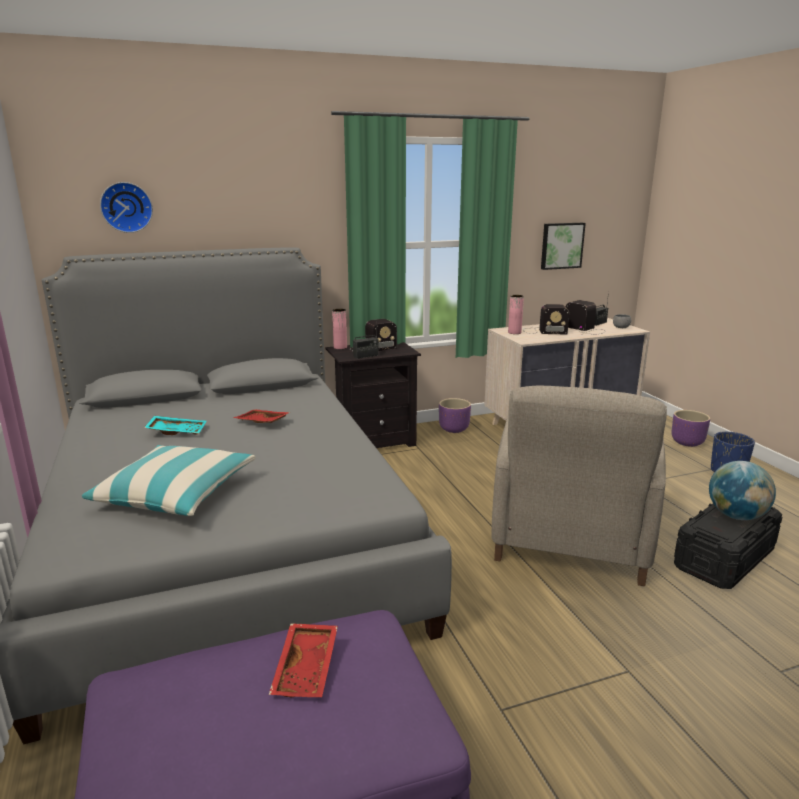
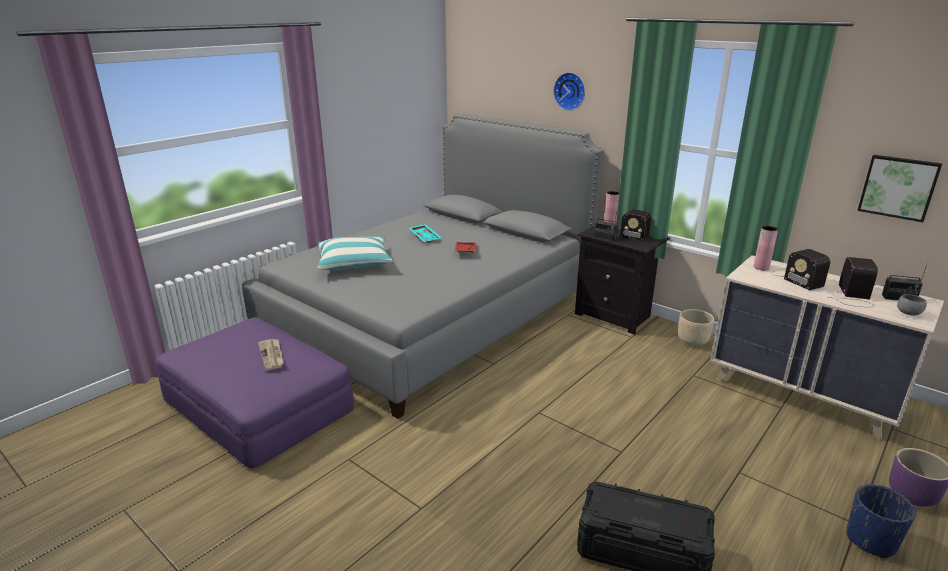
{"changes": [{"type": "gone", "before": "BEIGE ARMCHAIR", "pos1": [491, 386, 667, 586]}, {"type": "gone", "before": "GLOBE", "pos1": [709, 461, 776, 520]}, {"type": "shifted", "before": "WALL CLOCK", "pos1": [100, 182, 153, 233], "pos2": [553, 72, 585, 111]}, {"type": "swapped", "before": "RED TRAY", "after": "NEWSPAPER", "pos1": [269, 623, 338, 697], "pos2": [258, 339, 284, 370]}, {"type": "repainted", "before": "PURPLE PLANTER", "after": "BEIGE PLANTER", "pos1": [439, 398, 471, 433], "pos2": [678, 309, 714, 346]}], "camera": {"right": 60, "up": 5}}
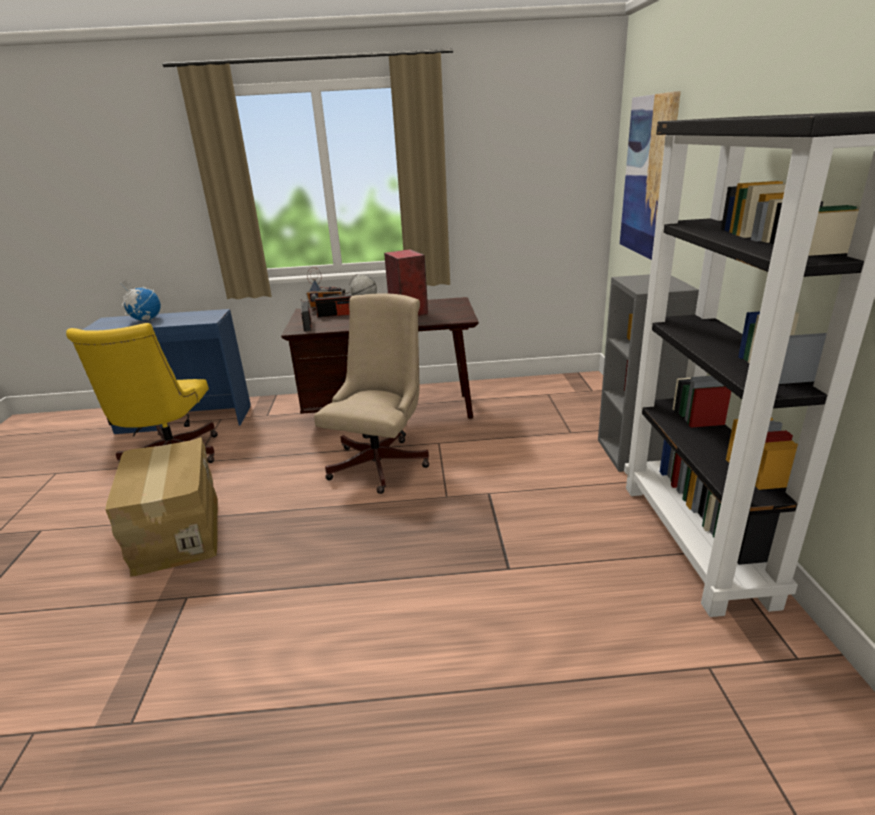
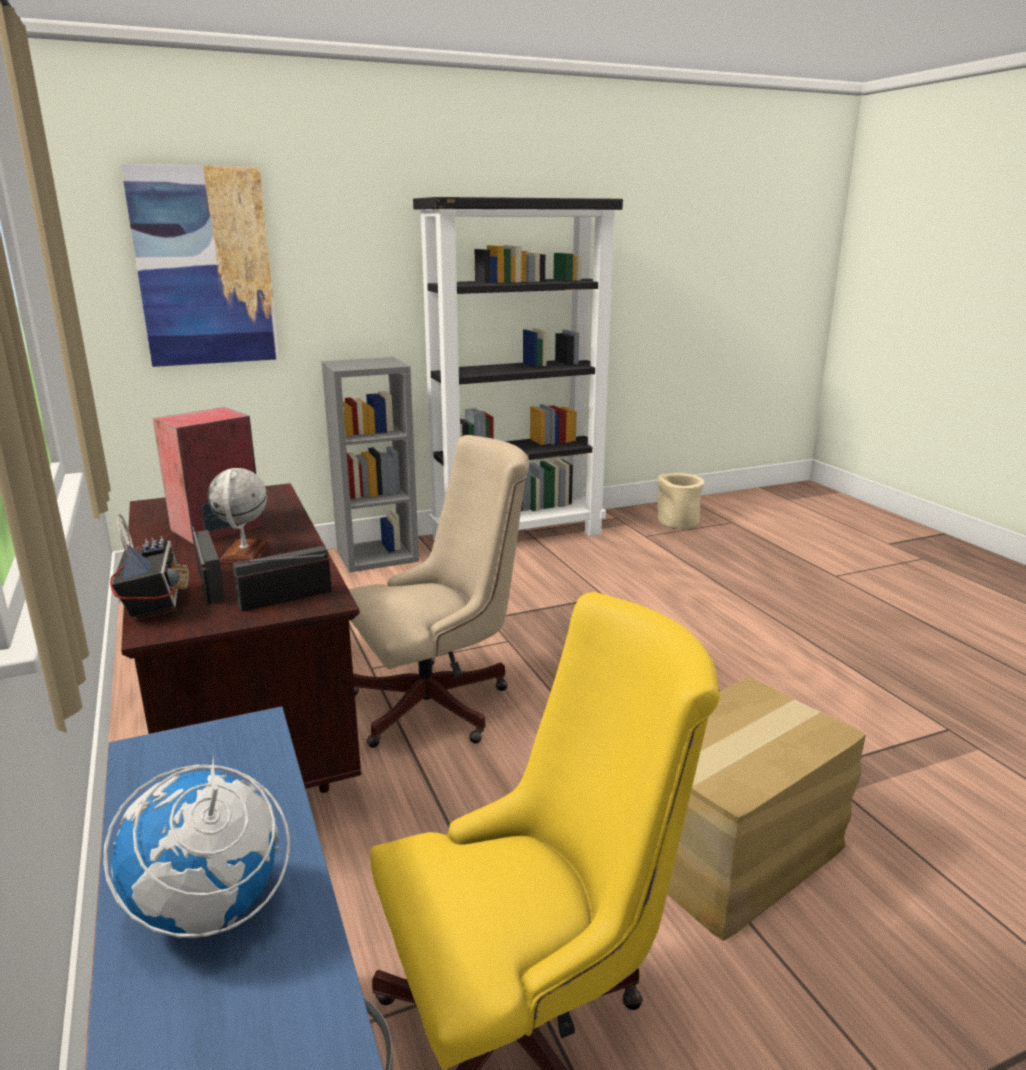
{"changes": [{"type": "new", "after": "BEIGE PLANTER", "pos2": [657, 473, 704, 530]}, {"type": "rotated", "before": "BEIGE OFFICE CHAIR", "pos1": [314, 294, 430, 494], "pos2": [349, 435, 529, 748], "turn": 150}], "camera": {"right": -110, "up": -5}}
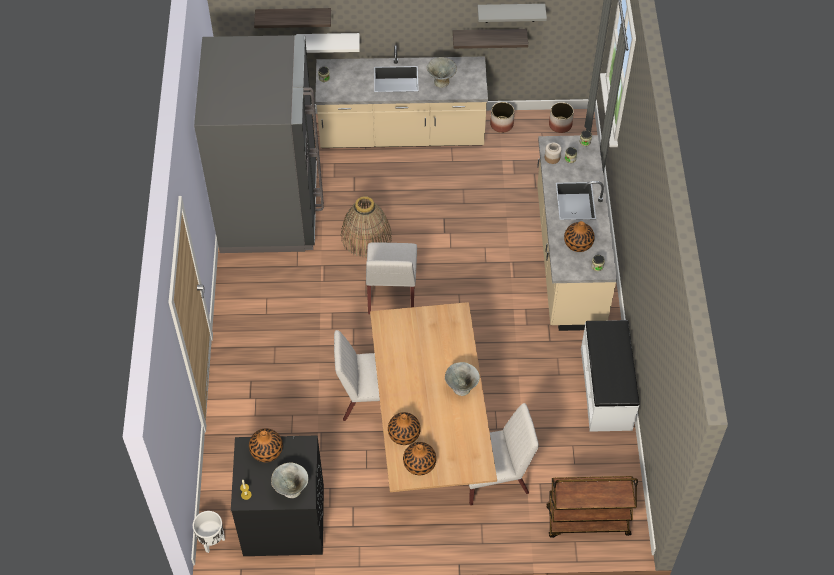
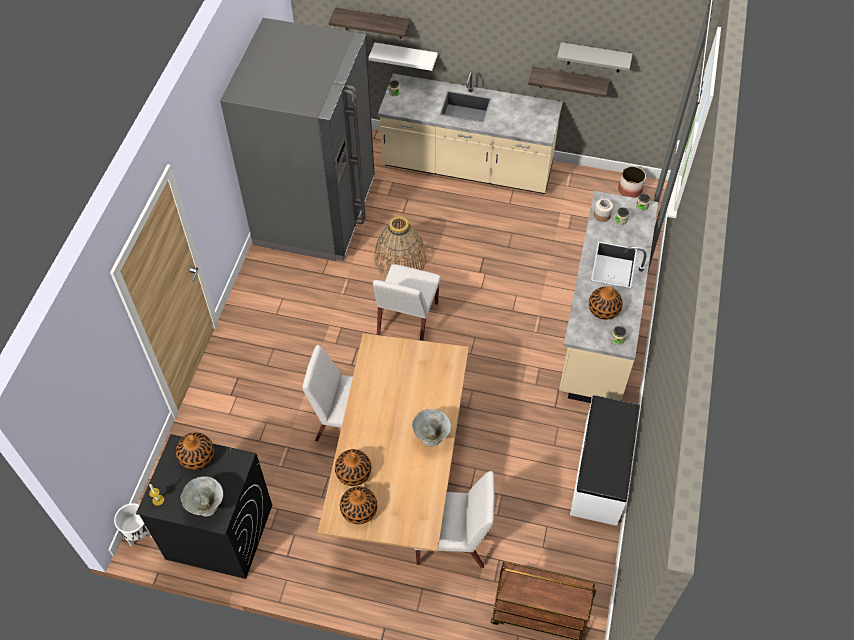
{"changes": [{"type": "gone", "before": "GREY BOWL", "pos1": [427, 57, 457, 88]}, {"type": "gone", "before": "PLANTER", "pos1": [490, 102, 515, 133]}], "camera": {"right": 15, "up": 0}}
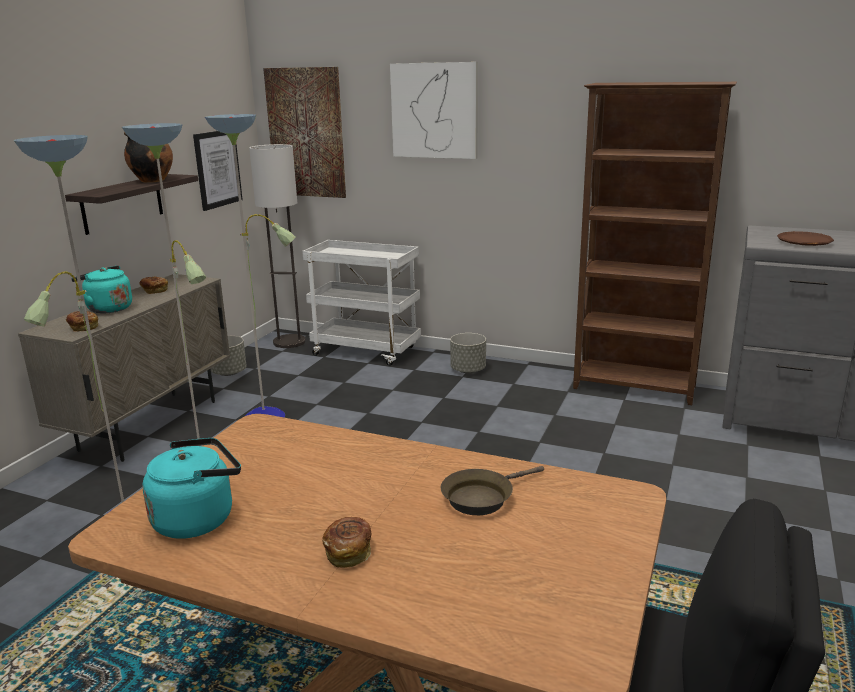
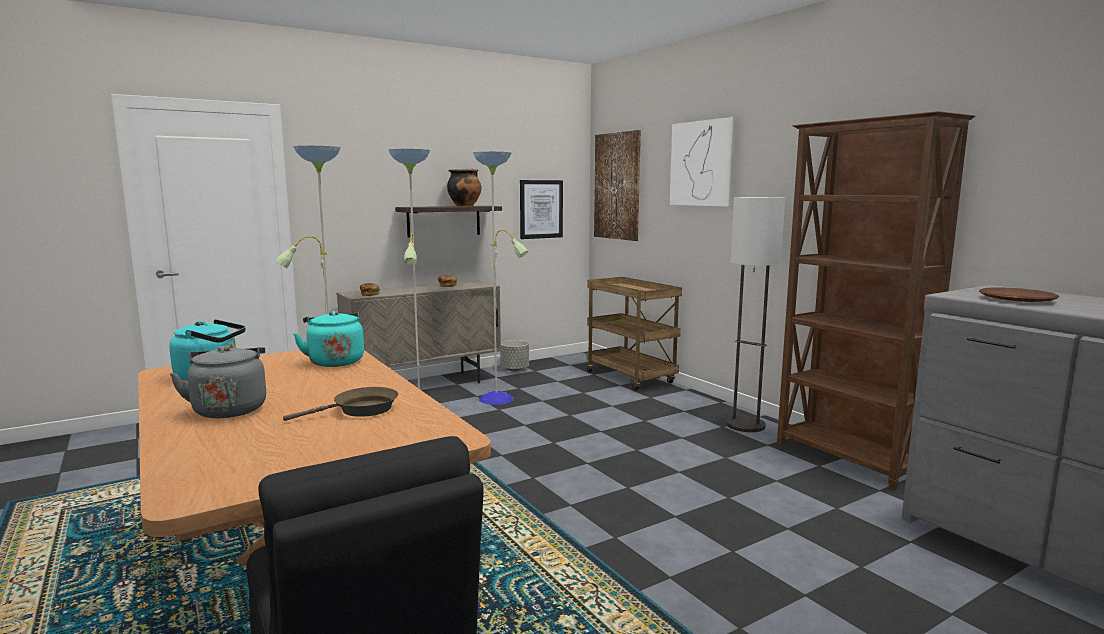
{"changes": [{"type": "gone", "before": "GREY PLANTER", "pos1": [450, 333, 486, 373]}, {"type": "shifted", "before": "TURQUOISE KETTLE", "pos1": [71, 266, 132, 313], "pos2": [293, 311, 364, 367]}, {"type": "shifted", "before": "FLOOR LAMP", "pos1": [249, 144, 306, 348], "pos2": [726, 197, 785, 432]}, {"type": "swapped", "before": "BREAD", "after": "GREY KETTLE", "pos1": [322, 517, 371, 568], "pos2": [170, 345, 266, 418]}, {"type": "repainted", "before": "WHITE CART", "after": "BROWN CART", "pos1": [302, 240, 421, 366], "pos2": [587, 277, 682, 391]}, {"type": "rotated", "before": "BROWN FRYING PAN", "pos1": [441, 466, 544, 515], "pos2": [283, 387, 399, 421], "turn": 150}], "camera": {"right": 35, "up": -10}}
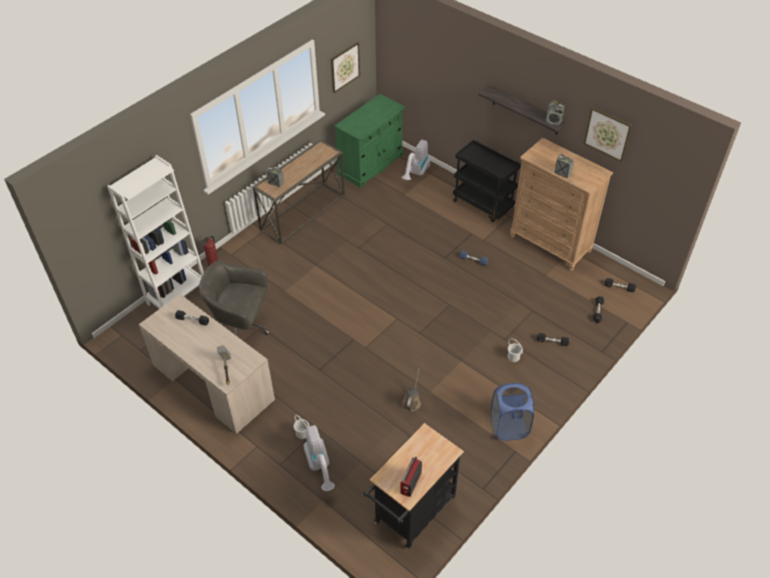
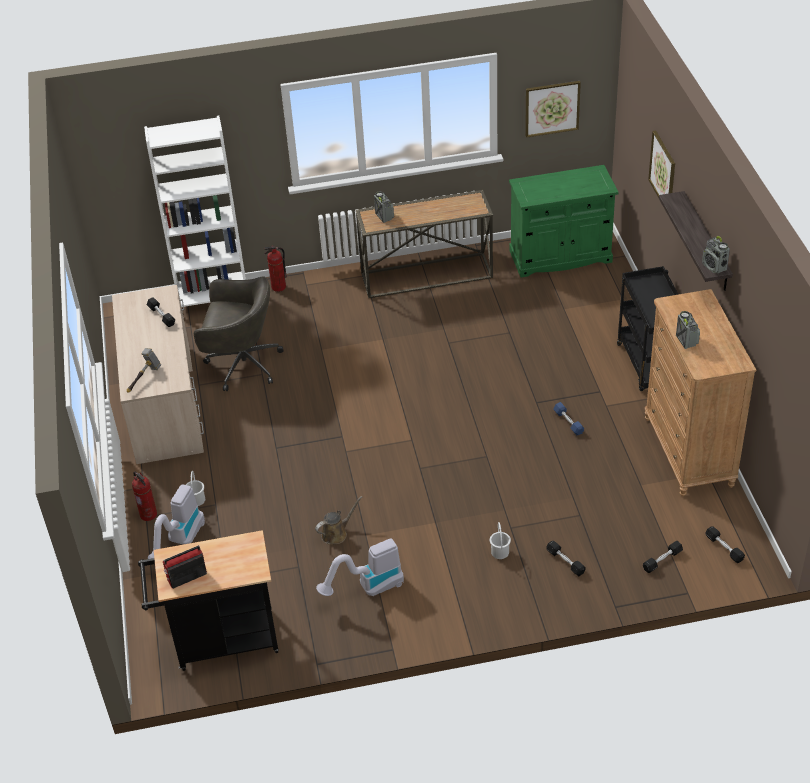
{"changes": [{"type": "gone", "before": "BLUE LAUNDRY BASKET", "pos1": [491, 383, 534, 441]}, {"type": "new", "after": "FIRE EXTINGUISHER", "pos2": [132, 472, 157, 521]}, {"type": "shifted", "before": "VACUUM CLEANER", "pos1": [401, 140, 430, 180], "pos2": [316, 538, 404, 596]}, {"type": "shifted", "before": "PICTURE", "pos1": [583, 107, 632, 162], "pos2": [648, 130, 675, 198]}, {"type": "rotated", "before": "GREY OFFICE CHAIR", "pos1": [199, 261, 270, 337], "pos2": [193, 277, 284, 391], "turn": 135}], "camera": {"right": 40, "up": -5}}
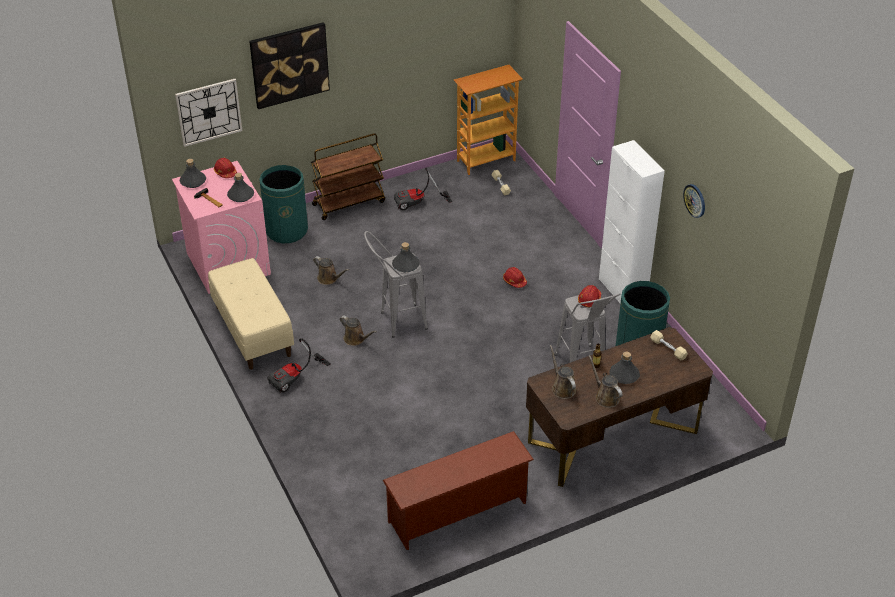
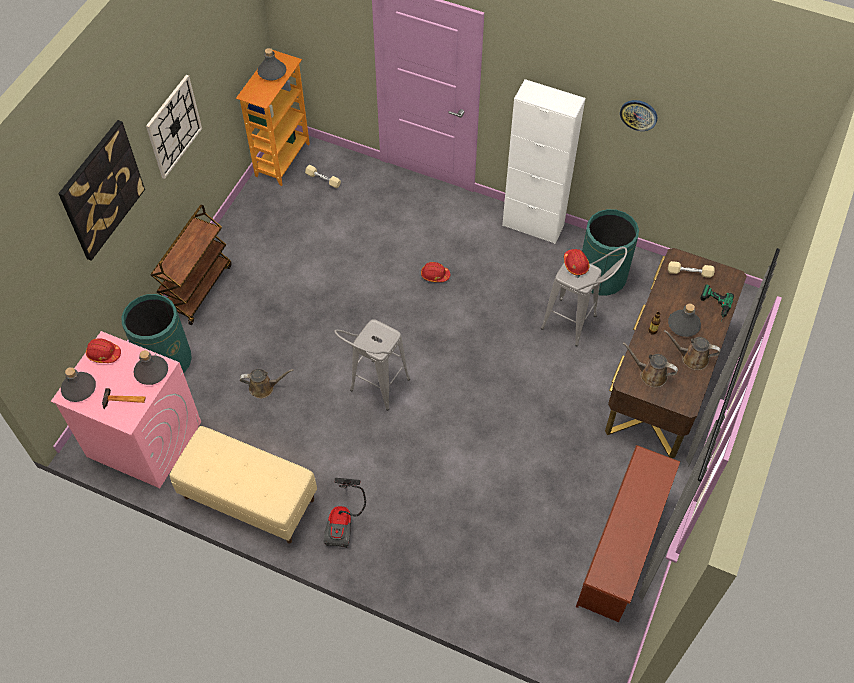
{"changes": [{"type": "gone", "before": "BROWN WATERING CAN", "pos1": [340, 316, 377, 346]}, {"type": "gone", "before": "VACUUM CLEANER", "pos1": [394, 168, 452, 210]}, {"type": "new", "after": "POWER DRILL", "pos2": [700, 285, 734, 322]}, {"type": "shifted", "before": "WALL CLOCK", "pos1": [175, 79, 242, 147], "pos2": [146, 75, 202, 179]}, {"type": "shifted", "before": "GREY BOTTLE", "pos1": [392, 242, 420, 272], "pos2": [257, 48, 286, 81]}], "camera": {"right": -40, "up": 15}}
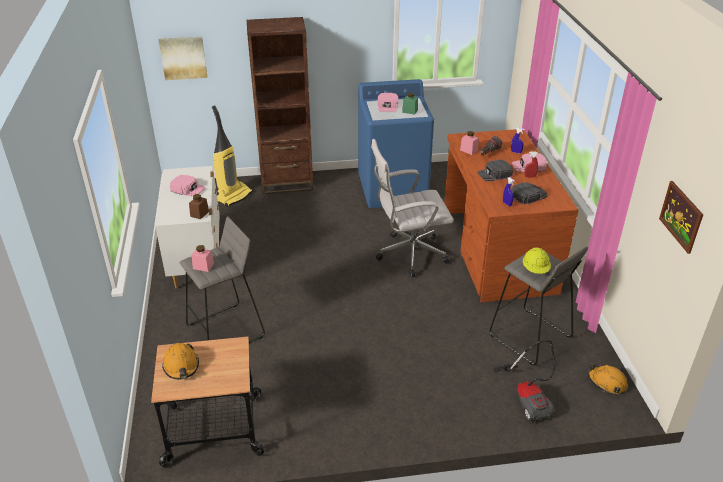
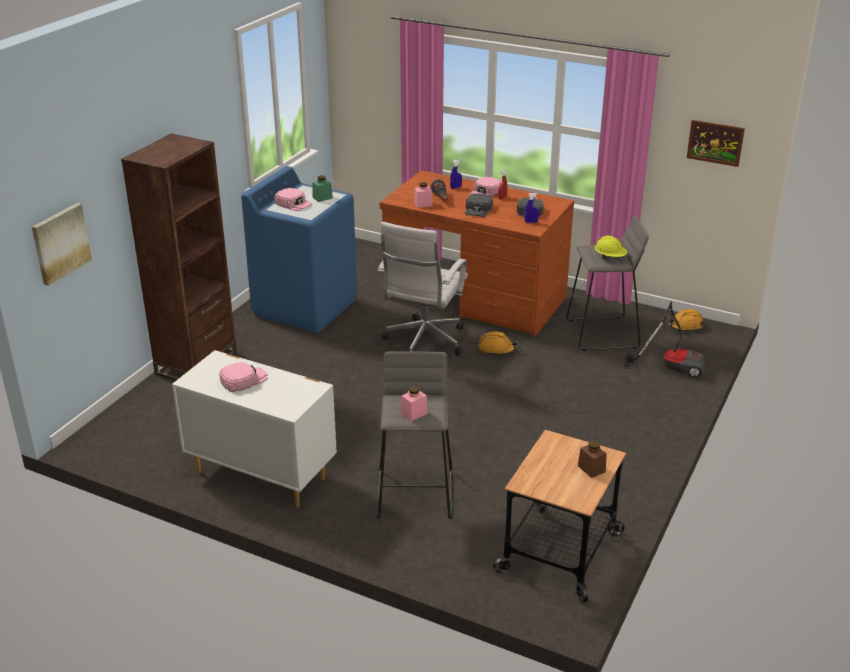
{"changes": [{"type": "gone", "before": "VACUUM CLEANER", "pos1": [212, 105, 253, 207]}, {"type": "shifted", "before": "ORANGE HARD HAT", "pos1": [162, 343, 199, 380], "pos2": [478, 331, 518, 356]}, {"type": "shifted", "before": "BROWN JAR", "pos1": [189, 194, 209, 220], "pos2": [578, 441, 607, 478]}], "camera": {"right": -55, "up": -5}}
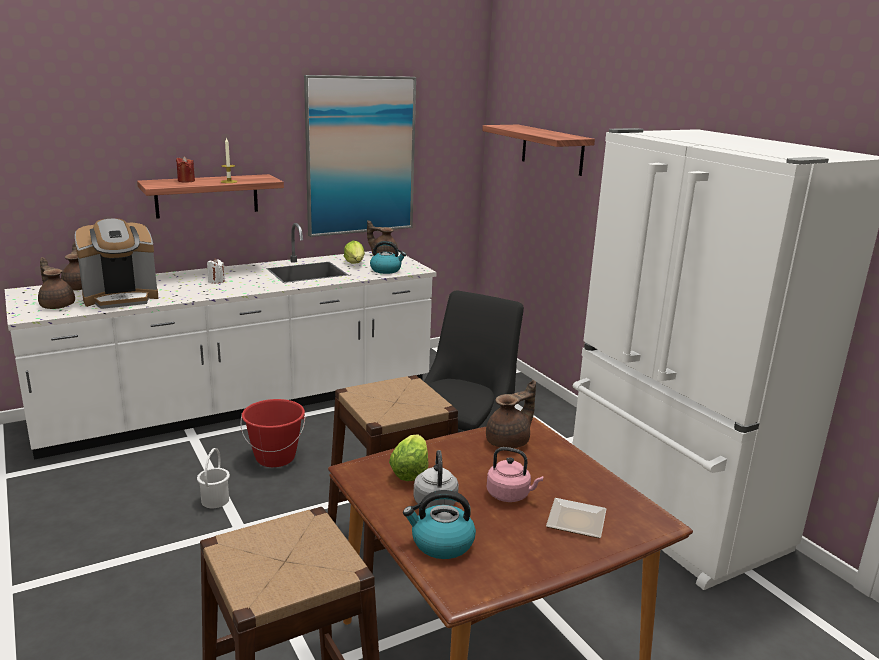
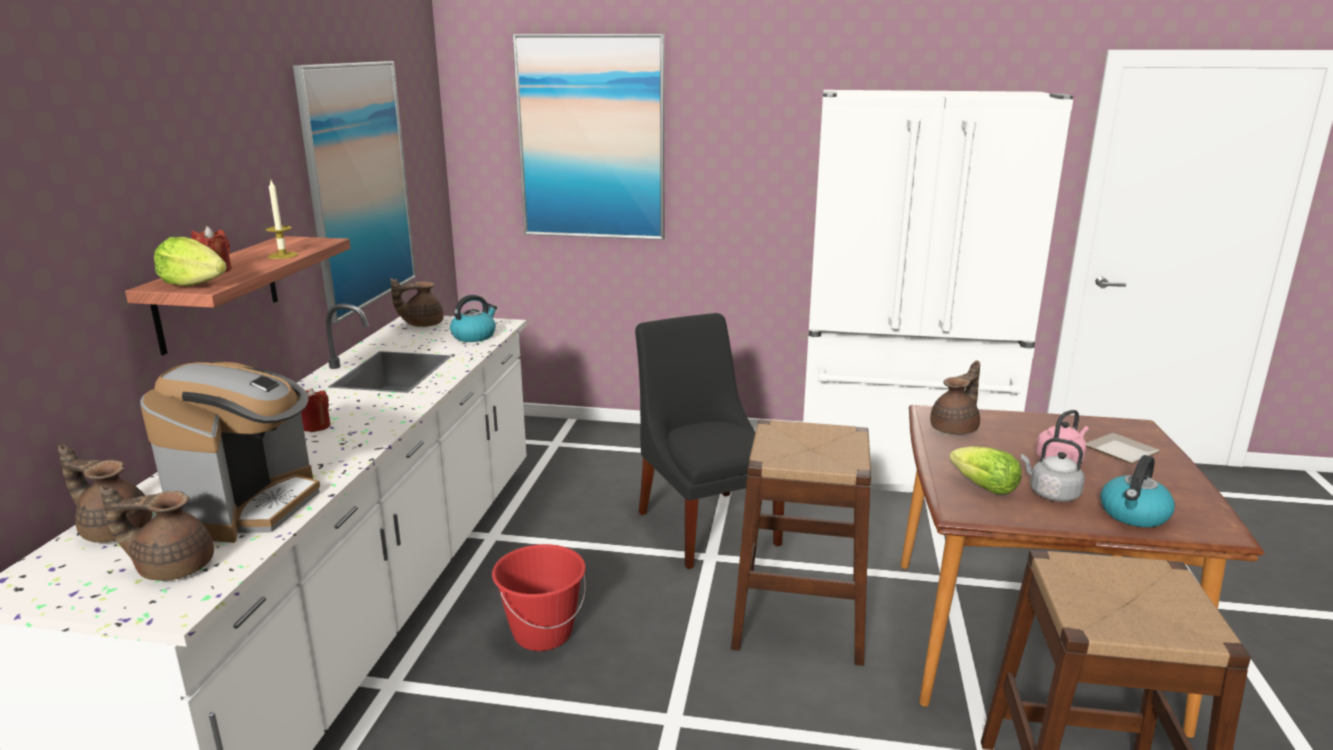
{"changes": [{"type": "gone", "before": "WHITE BUCKET", "pos1": [197, 448, 230, 508]}, {"type": "shifted", "before": "LETTUCE", "pos1": [344, 241, 365, 264], "pos2": [154, 237, 227, 287]}, {"type": "swapped", "before": "SHELF", "after": "PICTURE", "pos1": [482, 125, 595, 176], "pos2": [513, 34, 664, 240]}, {"type": "repainted", "before": "WHITE CANDLE", "after": "RED CANDLE", "pos1": [207, 258, 225, 284], "pos2": [301, 388, 331, 432]}, {"type": "rotated", "before": "BROWN TEAPOT", "pos1": [486, 380, 536, 448], "pos2": [930, 360, 980, 434], "turn": 45}], "camera": {"right": -50, "up": 0}}
